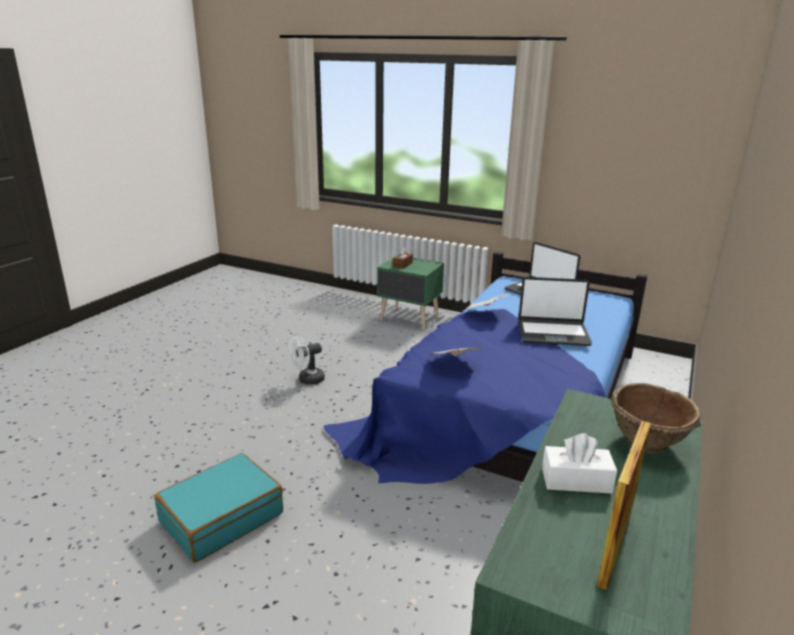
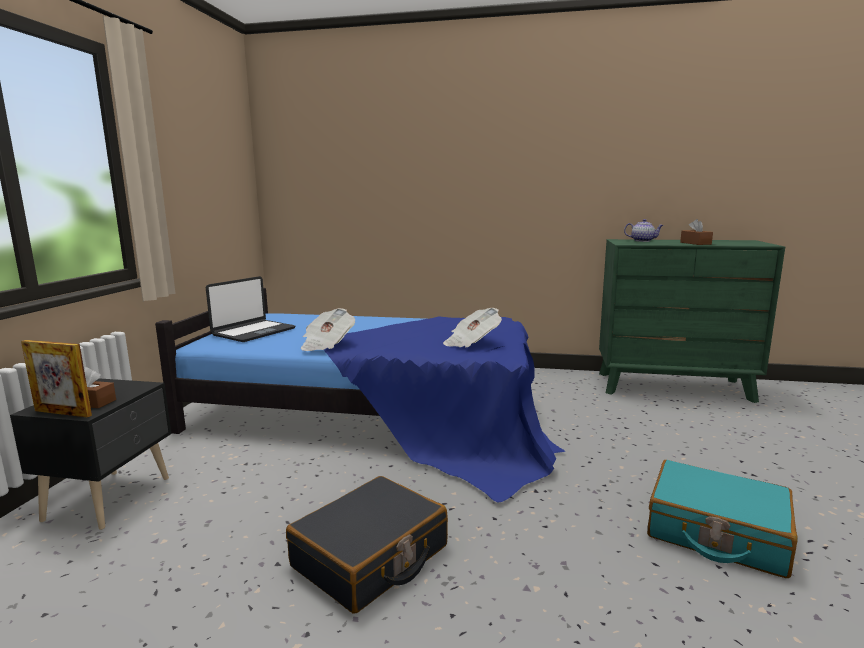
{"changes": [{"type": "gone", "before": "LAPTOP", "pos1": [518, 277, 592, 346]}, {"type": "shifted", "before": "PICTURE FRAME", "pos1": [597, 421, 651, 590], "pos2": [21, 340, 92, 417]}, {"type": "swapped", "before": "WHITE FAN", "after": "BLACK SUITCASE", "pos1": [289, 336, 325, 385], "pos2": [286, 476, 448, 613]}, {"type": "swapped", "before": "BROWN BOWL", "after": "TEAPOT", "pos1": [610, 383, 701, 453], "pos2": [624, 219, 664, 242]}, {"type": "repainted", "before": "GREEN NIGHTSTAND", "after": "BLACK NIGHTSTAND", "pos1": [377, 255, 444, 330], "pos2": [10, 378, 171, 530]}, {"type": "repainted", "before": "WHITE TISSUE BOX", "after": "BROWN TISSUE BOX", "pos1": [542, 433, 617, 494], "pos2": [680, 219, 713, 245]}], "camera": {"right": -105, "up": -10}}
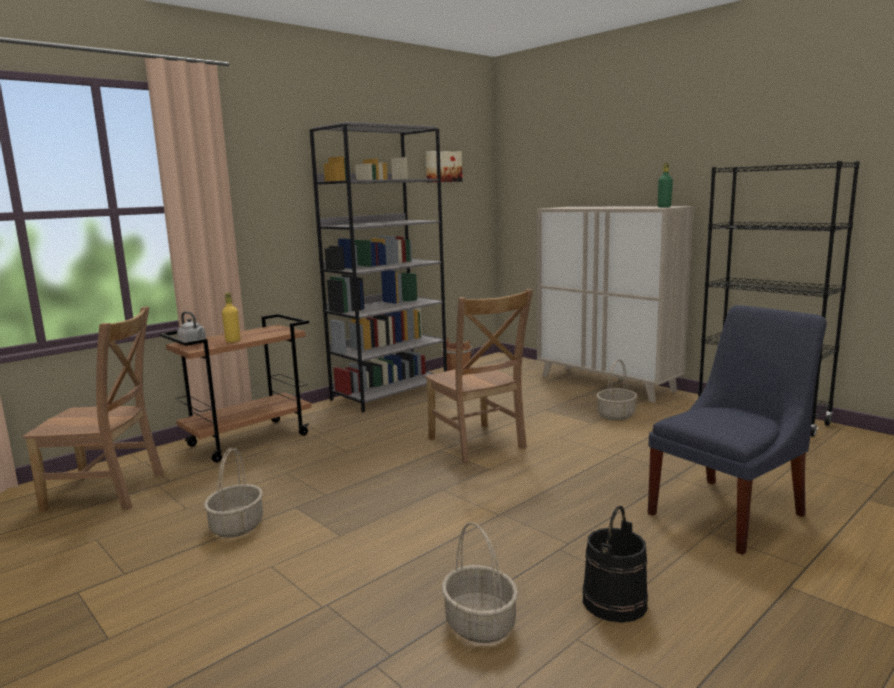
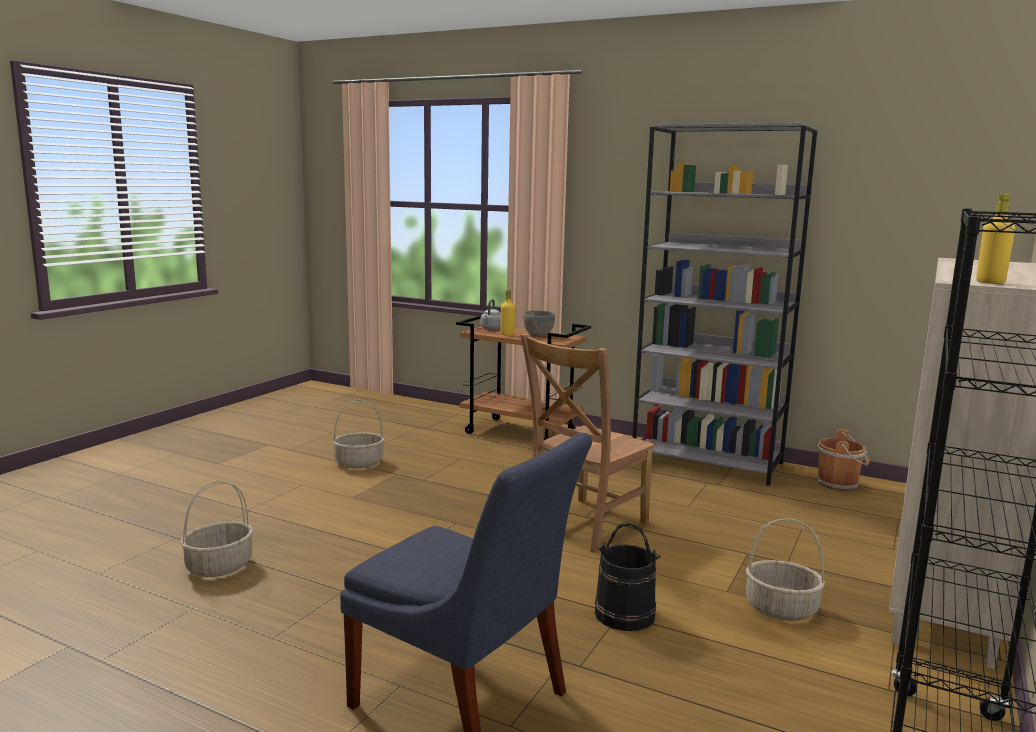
{"changes": [{"type": "gone", "before": "BROWN CHAIR", "pos1": [23, 307, 164, 512]}, {"type": "gone", "before": "PICTURE", "pos1": [426, 151, 462, 182]}, {"type": "new", "after": "GREY BOWL", "pos2": [524, 310, 555, 336]}, {"type": "shifted", "before": "BLACK BUCKET", "pos1": [582, 505, 648, 623], "pos2": [595, 522, 661, 631]}, {"type": "repainted", "before": "GREEN BOTTLE", "after": "YELLOW BOTTLE", "pos1": [658, 163, 673, 208], "pos2": [976, 193, 1015, 284]}], "camera": {"right": 70, "up": 0}}
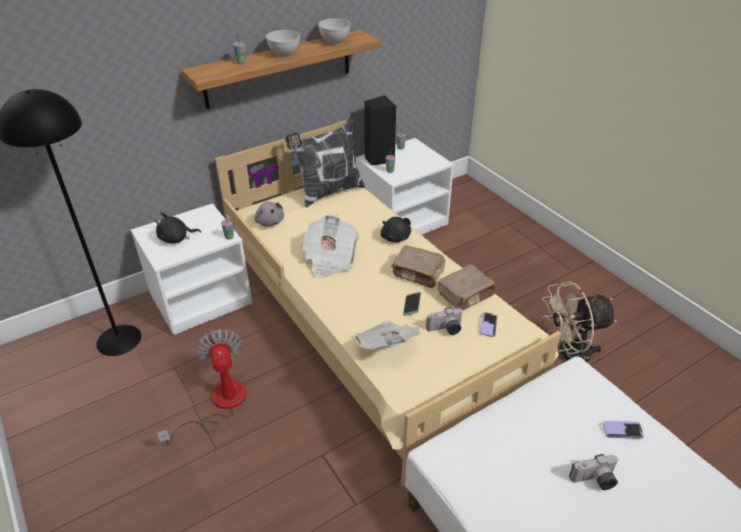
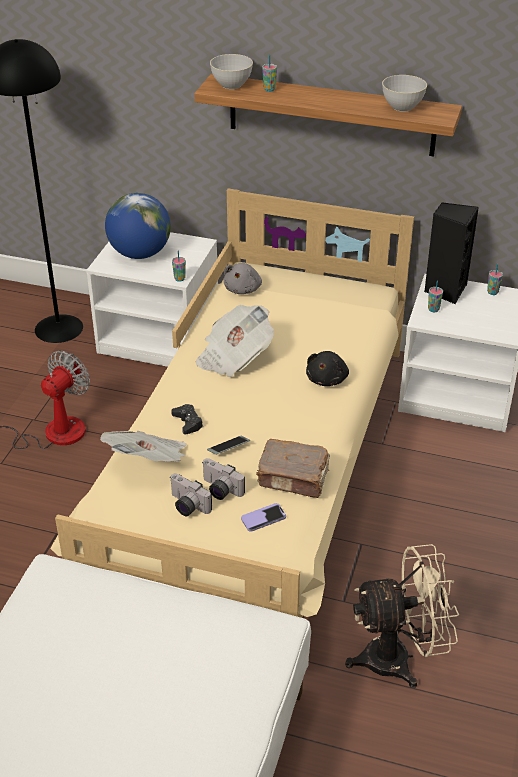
{"changes": [{"type": "gone", "before": "PILLOW", "pos1": [285, 120, 365, 207]}, {"type": "gone", "before": "BROWN BOOK", "pos1": [391, 245, 446, 288]}, {"type": "gone", "before": "PHONE", "pos1": [603, 421, 644, 439]}, {"type": "new", "after": "BLACK GAME CONTROLLER", "pos2": [171, 404, 203, 434]}, {"type": "shifted", "before": "GREY BOWL", "pos1": [266, 30, 300, 57], "pos2": [210, 54, 253, 89]}, {"type": "shifted", "before": "PHOTO CAMERA", "pos1": [569, 454, 619, 490], "pos2": [171, 473, 212, 516]}, {"type": "swapped", "before": "BLACK PLUSH TOY", "after": "GLOBE", "pos1": [154, 212, 201, 244], "pos2": [105, 193, 171, 259]}, {"type": "rotated", "before": "BEIGE FAN", "pos1": [542, 281, 617, 362], "pos2": [345, 544, 459, 689], "turn": 135}], "camera": {"right": 50, "up": 0}}
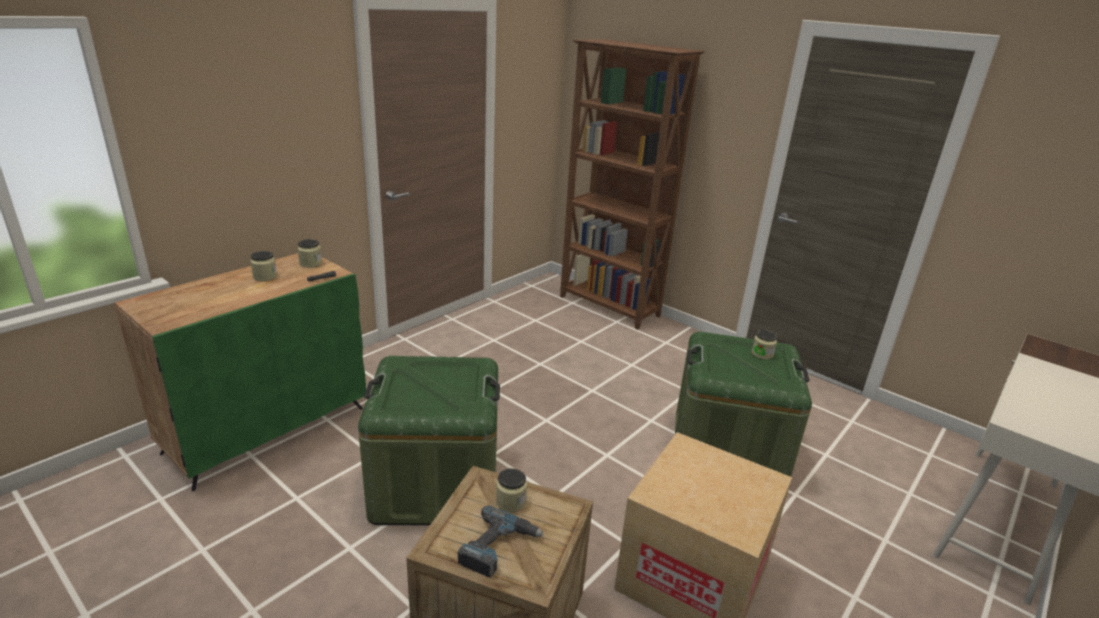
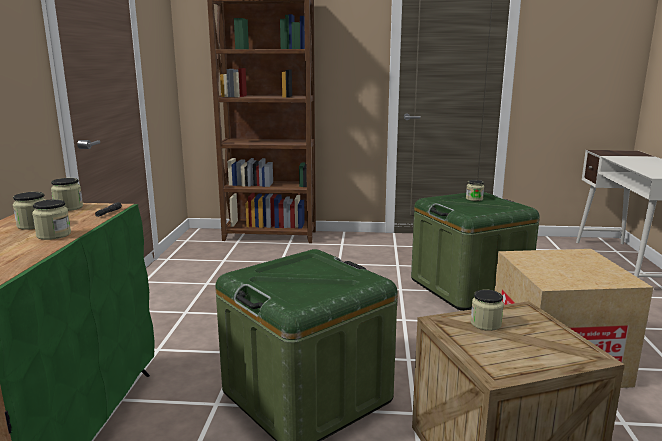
{"changes": [{"type": "gone", "before": "POWER DRILL", "pos1": [458, 505, 544, 577]}, {"type": "new", "after": "JAR", "pos2": [32, 199, 71, 240]}], "camera": {"right": -35, "up": -10}}
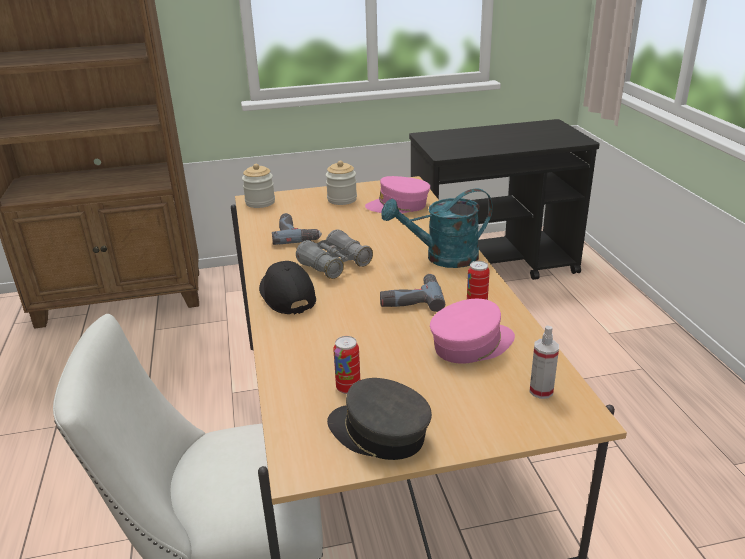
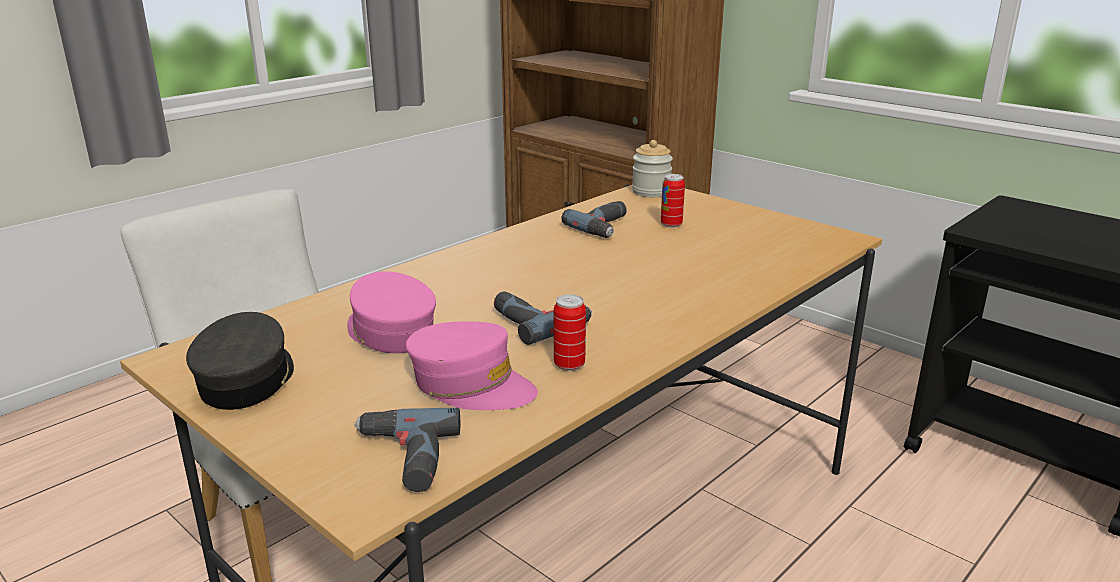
{"changes": [{"type": "gone", "before": "BLACK CAP", "pos1": [259, 261, 316, 315]}, {"type": "gone", "before": "GREY BINOCULARS", "pos1": [296, 230, 373, 279]}, {"type": "gone", "before": "JAR", "pos1": [326, 161, 357, 205]}, {"type": "gone", "before": "TURQUOISE WATERING CAN", "pos1": [381, 188, 493, 268]}, {"type": "shifted", "before": "CAN", "pos1": [333, 336, 360, 394], "pos2": [661, 174, 685, 228]}, {"type": "shifted", "before": "PINK CAP", "pos1": [365, 176, 430, 213], "pos2": [347, 271, 436, 353]}, {"type": "swapped", "before": "SPRAY BOTTLE", "after": "POWER DRILL", "pos1": [530, 326, 559, 399], "pos2": [354, 407, 460, 492]}], "camera": {"right": 55, "up": -5}}
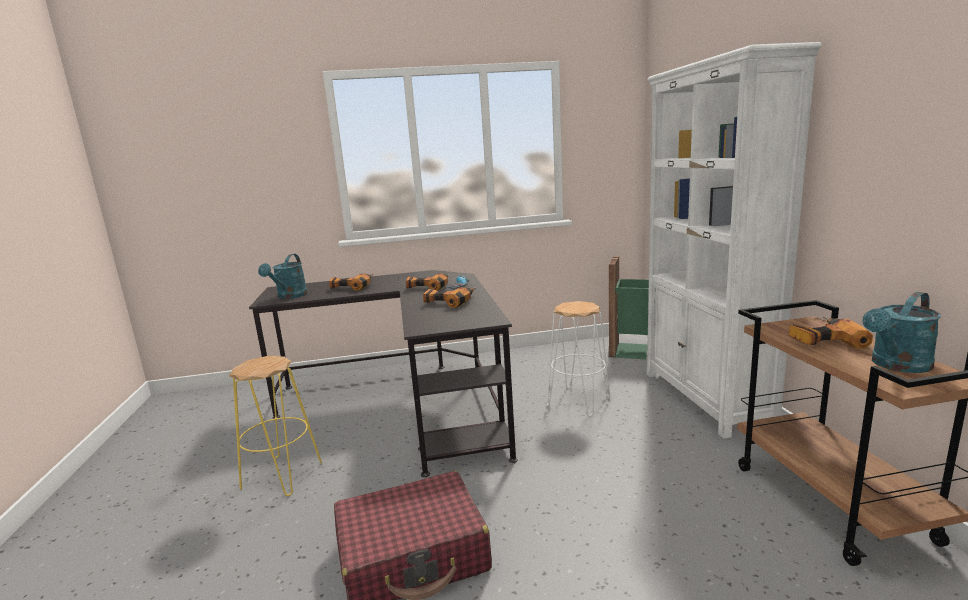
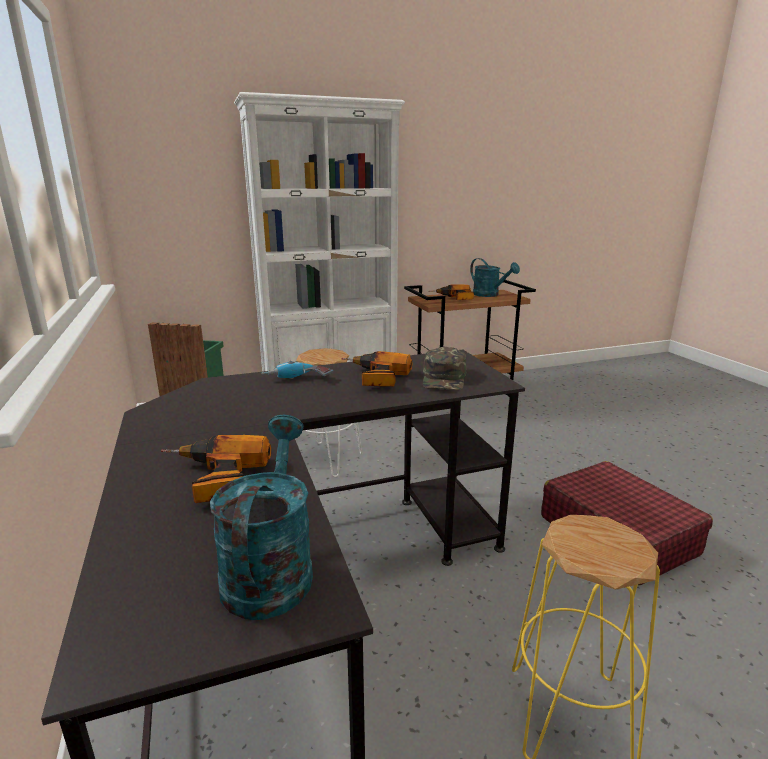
{"changes": [{"type": "gone", "before": "POWER DRILL", "pos1": [406, 273, 450, 291]}, {"type": "new", "after": "GREEN CAP", "pos2": [423, 347, 466, 390]}, {"type": "rotated", "before": "TURQUOISE WATERING CAN", "pos1": [258, 254, 308, 299], "pos2": [210, 414, 313, 620], "turn": -90}], "camera": {"right": -100, "up": 5}}
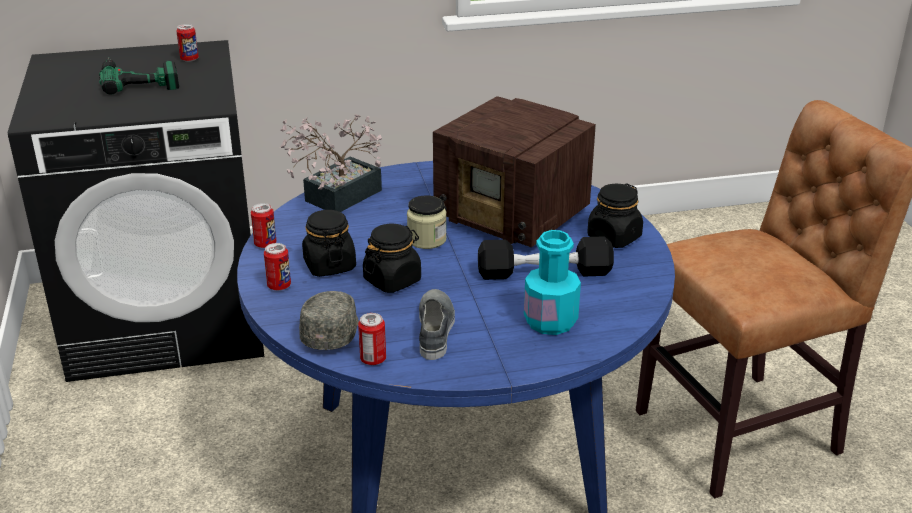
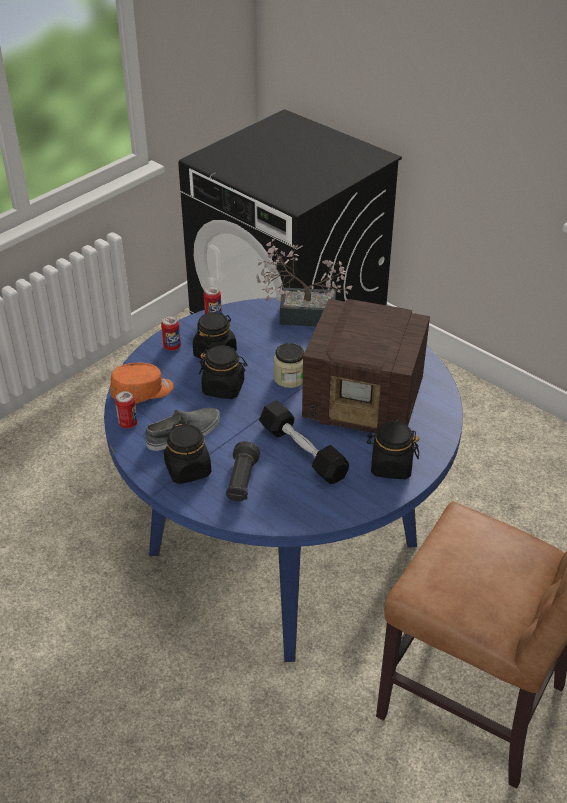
{"changes": [{"type": "gone", "before": "POWER DRILL", "pos1": [99, 57, 179, 94]}, {"type": "gone", "before": "CAN", "pos1": [176, 24, 199, 62]}, {"type": "new", "after": "BLACK JAR", "pos2": [164, 422, 211, 484]}, {"type": "swapped", "before": "TURQUOISE BOTTLE", "after": "BLACK FLASHLIGHT", "pos1": [524, 230, 581, 335], "pos2": [226, 441, 260, 502]}, {"type": "repainted", "before": "GREY CAP", "after": "ORANGE CAP", "pos1": [299, 291, 359, 350], "pos2": [110, 363, 174, 404]}, {"type": "rotated", "before": "RADIO", "pos1": [433, 96, 596, 248], "pos2": [302, 299, 430, 434], "turn": -75}], "camera": {"right": 55, "up": 10}}
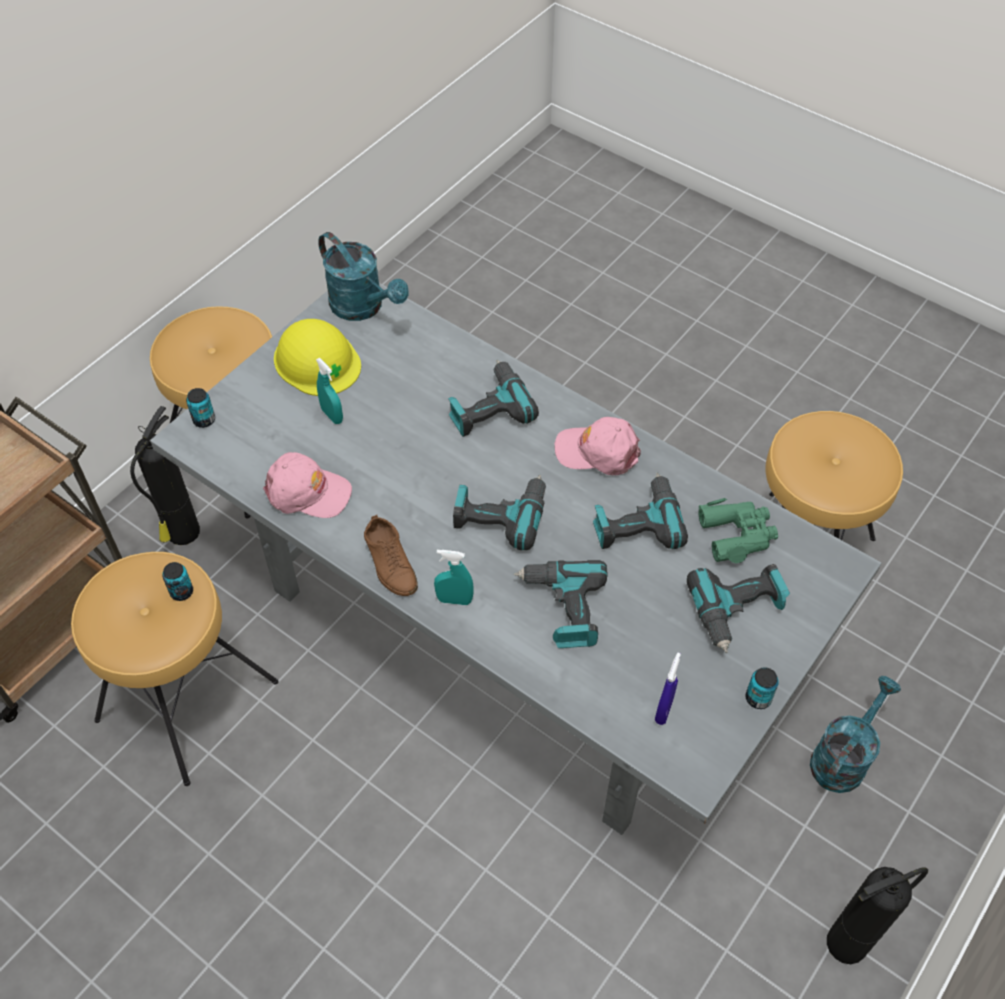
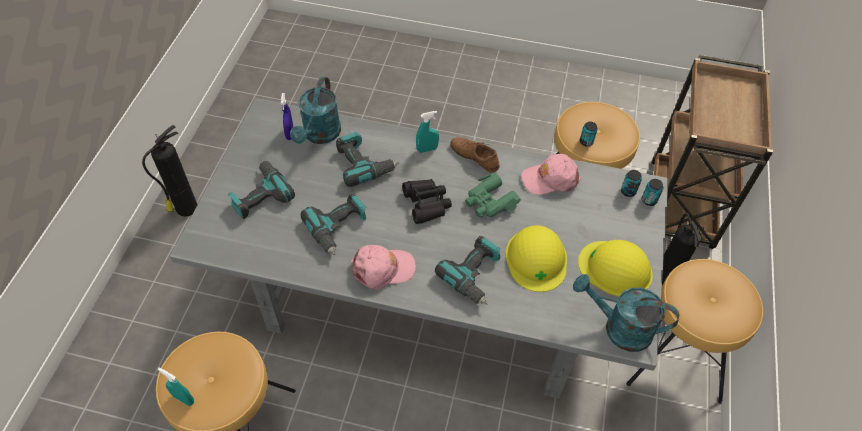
{"changes": [{"type": "new", "after": "YELLOW HARD HAT", "pos2": [506, 225, 567, 292]}, {"type": "shifted", "before": "TURQUOISE SPRAY BOTTLE", "pos1": [316, 358, 343, 424], "pos2": [158, 368, 194, 406]}, {"type": "shifted", "before": "GREEN BINOCULARS", "pos1": [698, 498, 778, 563], "pos2": [465, 172, 521, 217]}, {"type": "shifted", "before": "CAN", "pos1": [746, 667, 779, 709], "pos2": [621, 170, 642, 197]}, {"type": "shifted", "before": "TURQUOISE WATERING CAN", "pos1": [810, 676, 901, 793], "pos2": [290, 76, 341, 144]}, {"type": "swapped", "before": "POWER DRILL", "after": "BLACK BINOCULARS", "pos1": [453, 475, 546, 550], "pos2": [402, 179, 452, 224]}], "camera": {"right": 155, "up": 0}}
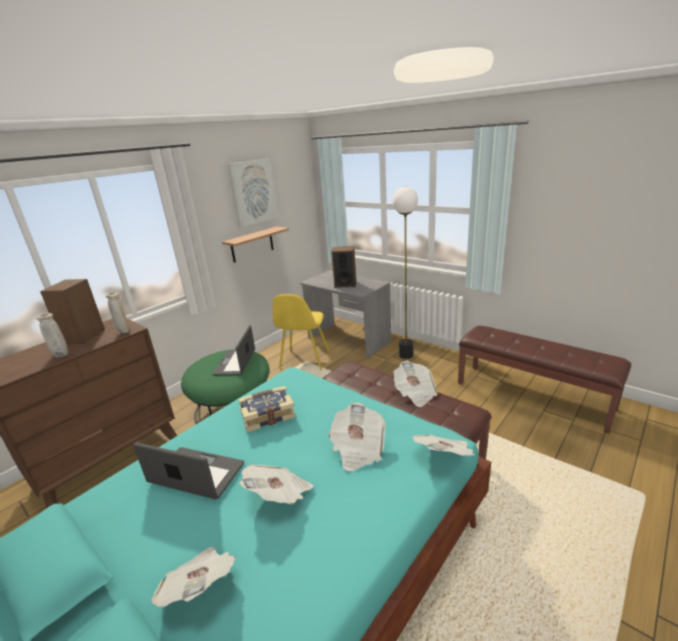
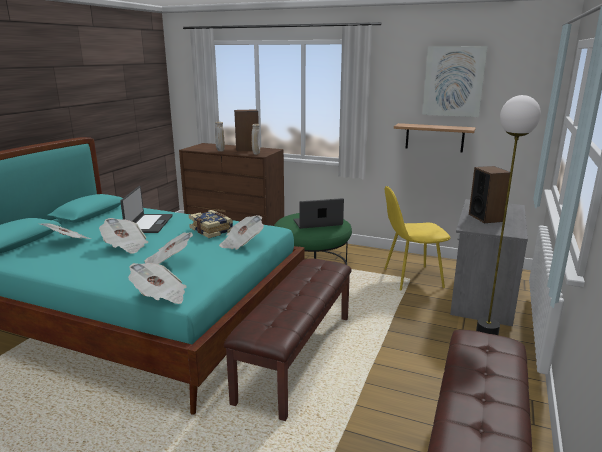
{"changes": [{"type": "shifted", "before": "NEWSPAPER", "pos1": [393, 361, 438, 407], "pos2": [219, 215, 264, 250]}], "camera": {"right": 70, "up": -5}}
